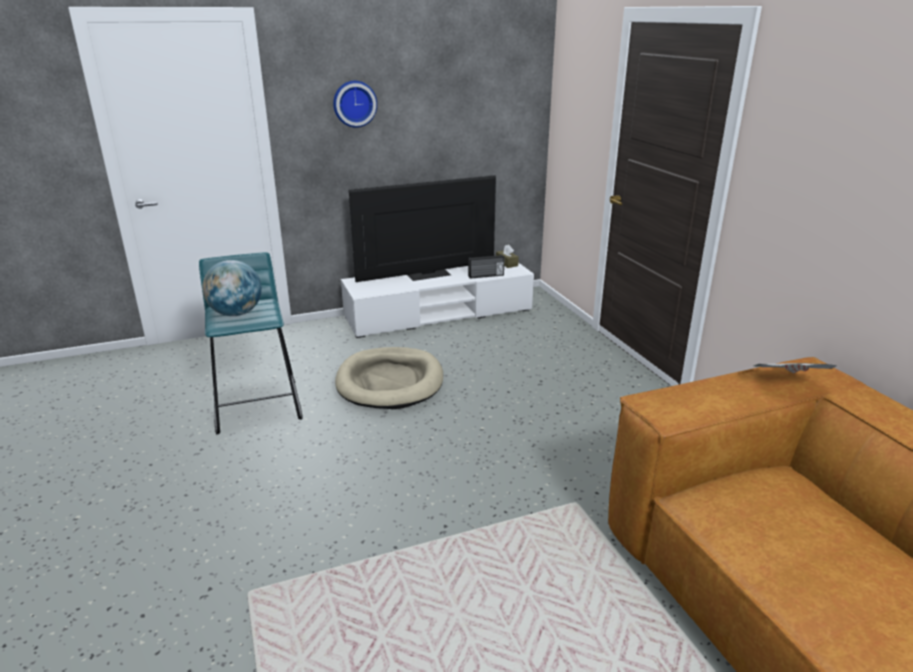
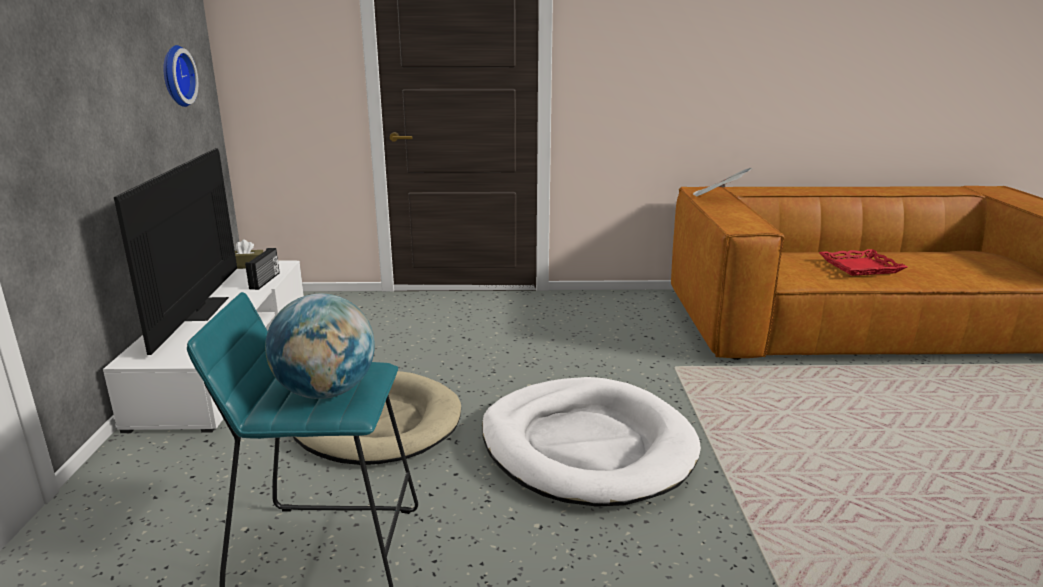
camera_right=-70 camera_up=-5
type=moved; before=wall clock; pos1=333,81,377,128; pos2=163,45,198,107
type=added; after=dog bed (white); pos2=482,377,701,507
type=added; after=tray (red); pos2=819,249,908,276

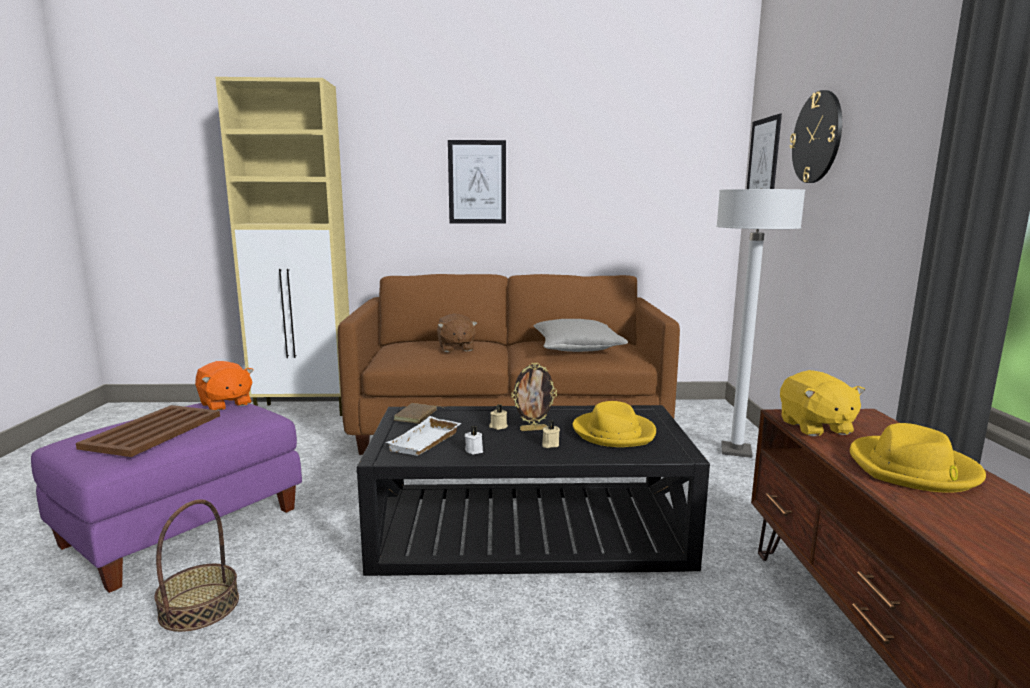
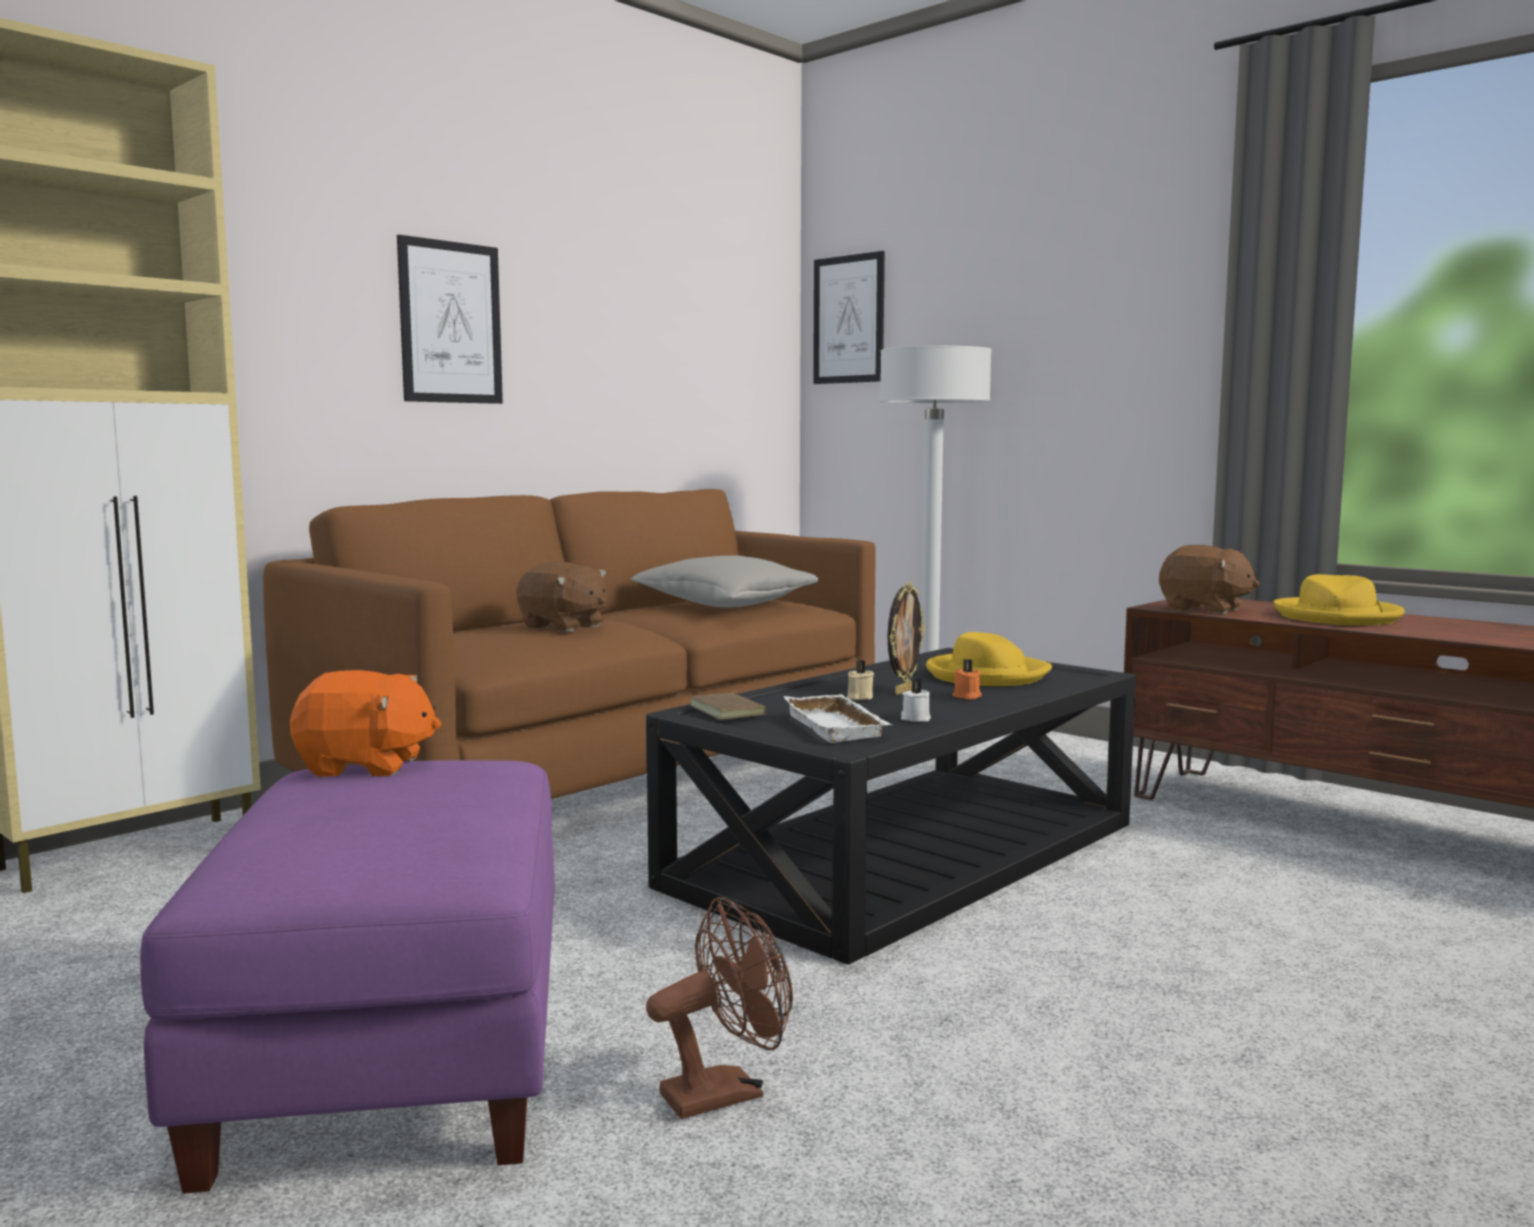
camera_right=-45 camera_up=-5
type=replaced; before=basket; after=fan (brown); pos1=154,499,239,632; pos2=646,897,793,1119
type=recoloured; before=candle (beige); after=candle (orange); pos1=542,421,560,448; pos2=953,659,982,700
type=recoloured; before=plush toy (yellow); after=plush toy (brown); pos1=780,370,865,437; pos2=1159,545,1260,614
type=removed; before=tray (brown); pos1=76,405,220,457
type=removed; before=wall clock; pos1=790,90,842,183

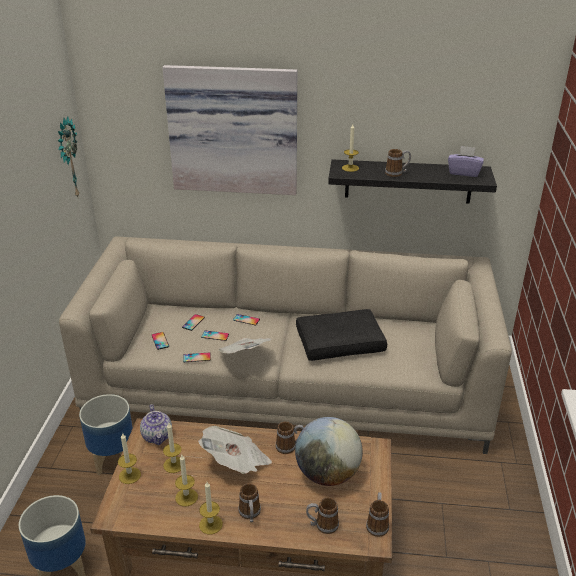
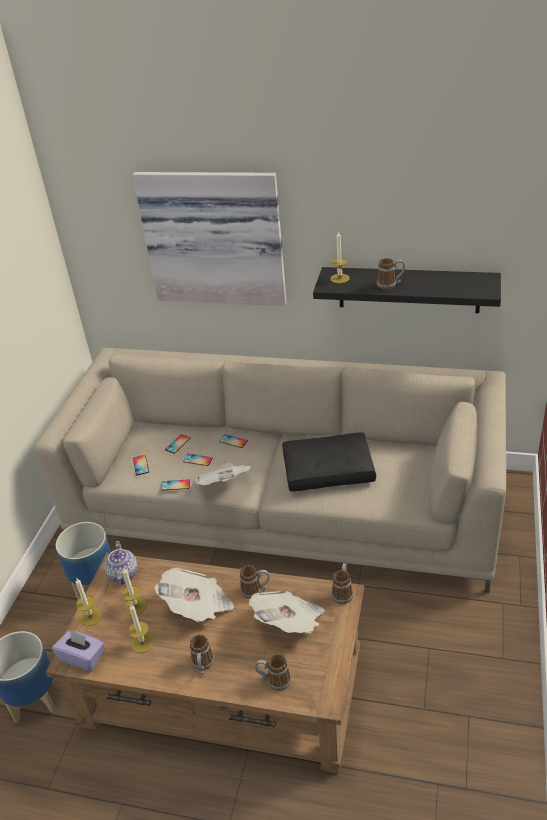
camera_right=10 camera_up=5
type=moved; before=tissue box (purple); pos1=448,146,484,177; pos2=52,630,105,672
type=replaced; before=globe; after=newspaper; pos1=295,417,363,486; pos2=249,591,324,633
type=moved; before=mug; pos1=366,492,389,537; pos2=332,563,353,604
type=removed; before=wall clock; pos1=58,116,80,197
type=removed; before=candle; pos1=199,482,223,535

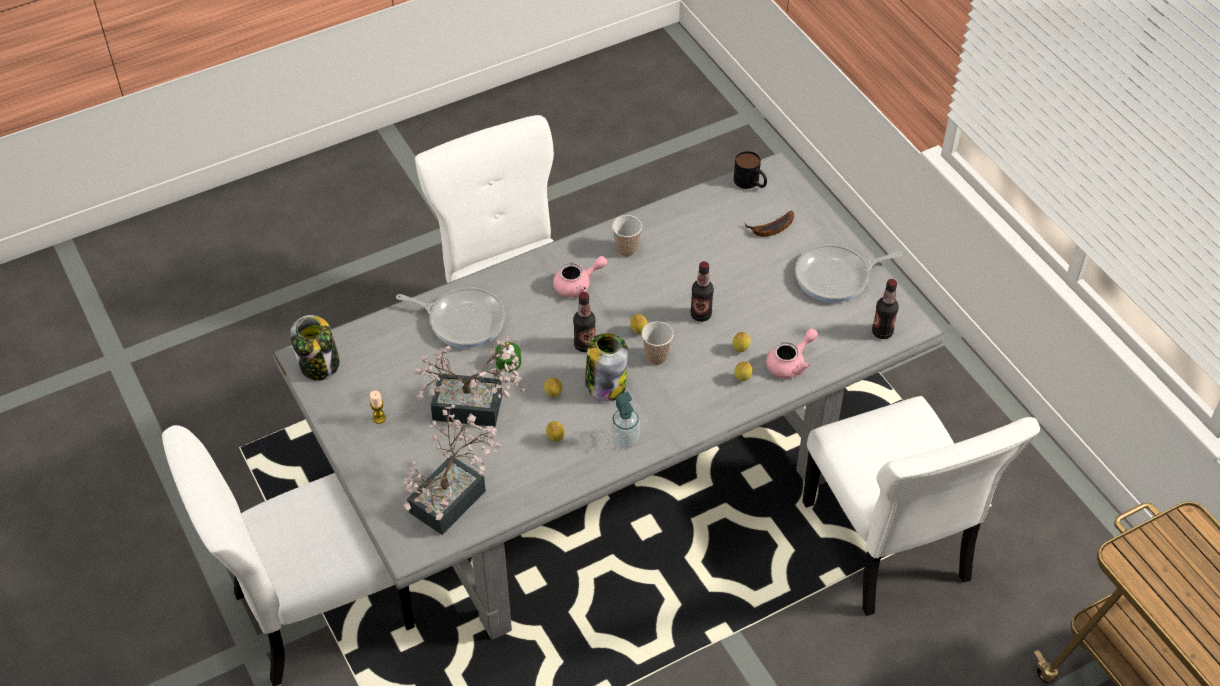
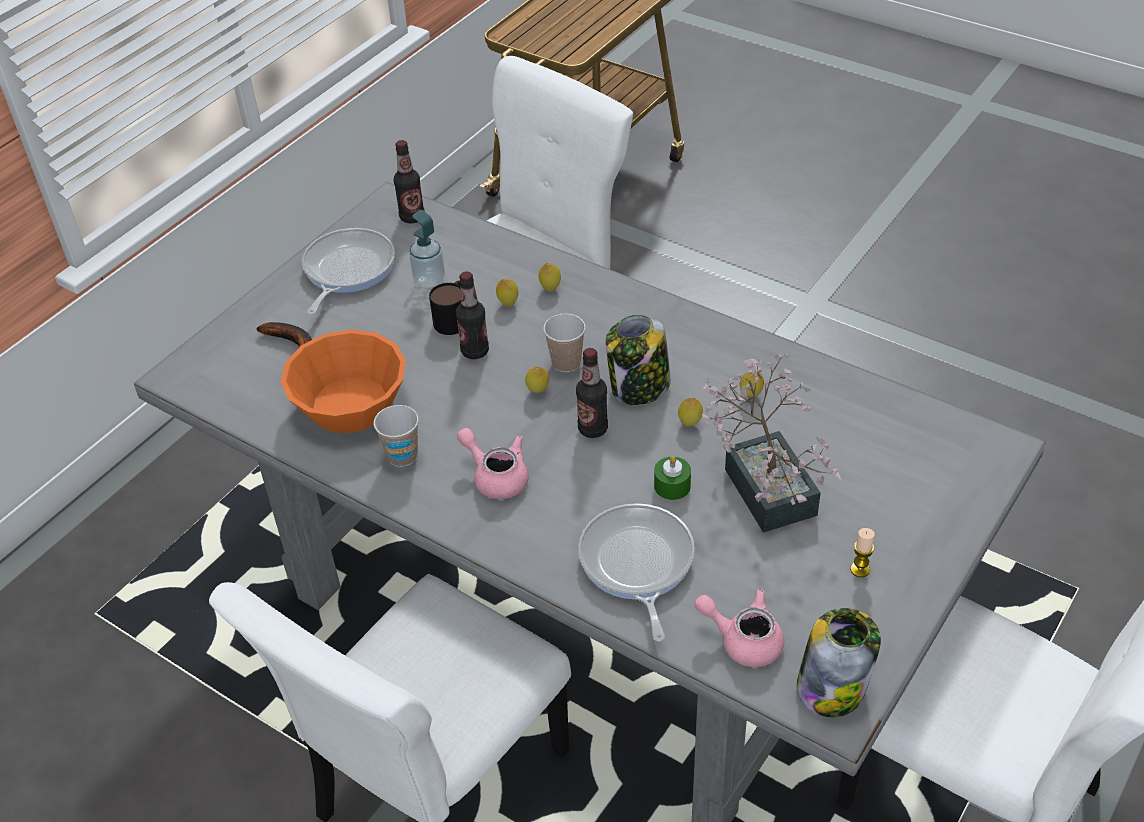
camera_right=-115 camera_up=-5
type=added; after=bowl (orange); pos2=280,329,406,433
type=turned; before=frying pan; pos1=795,244,902,302; pos2=302,228,395,315; turn=-120
type=moved; before=soap dispenser; pos1=612,391,640,448; pos2=409,210,445,288
type=moved; before=mug; pos1=734,151,767,189; pos2=429,281,461,335
type=moved; before=teapot (pink); pos1=766,328,818,378; pos2=695,589,784,667
type=removed; before=potted plant; pos1=403,404,502,535

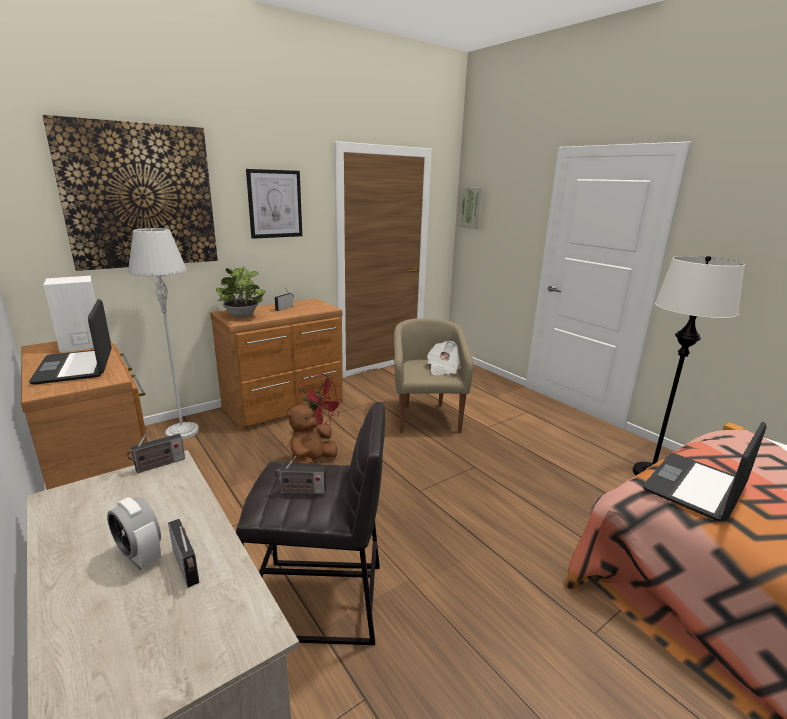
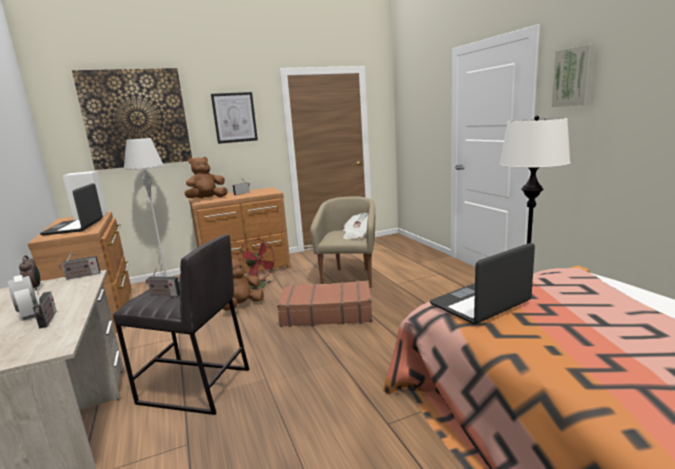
camera_right=15 camera_up=-5
type=added; after=alarm clock; pos2=19,255,40,290
type=replaced; before=potted plant; after=plush toy (brown); pos1=216,266,266,318; pos2=184,157,228,198
type=added; after=suitcase (brown); pos2=277,280,372,327
type=moved; before=picture; pos1=460,187,484,229; pos2=552,44,594,107

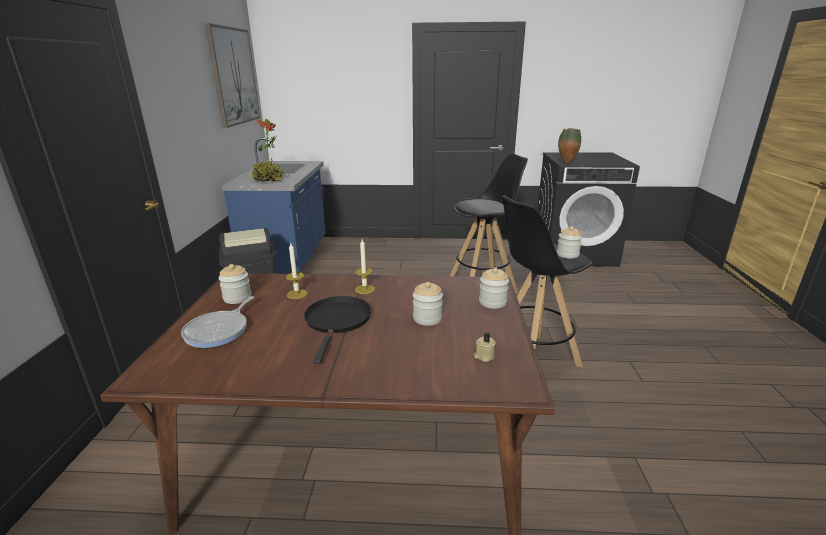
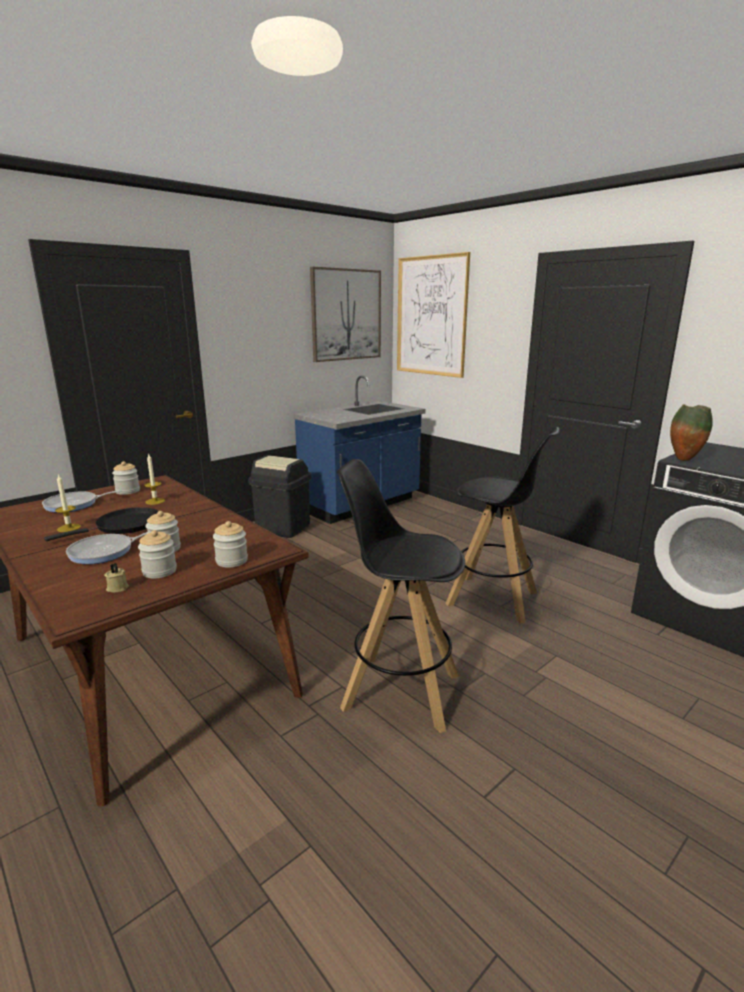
camera_right=45 camera_up=-5
type=moved; before=candle; pos1=355,239,375,294; pos2=55,474,81,532
type=added; after=frying pan; pos2=66,532,147,564
type=moved; before=jar; pos1=557,226,582,259; pos2=138,530,177,579
type=added; after=picture; pos2=397,252,470,378
type=removed; before=potted plant; pos1=251,118,284,182

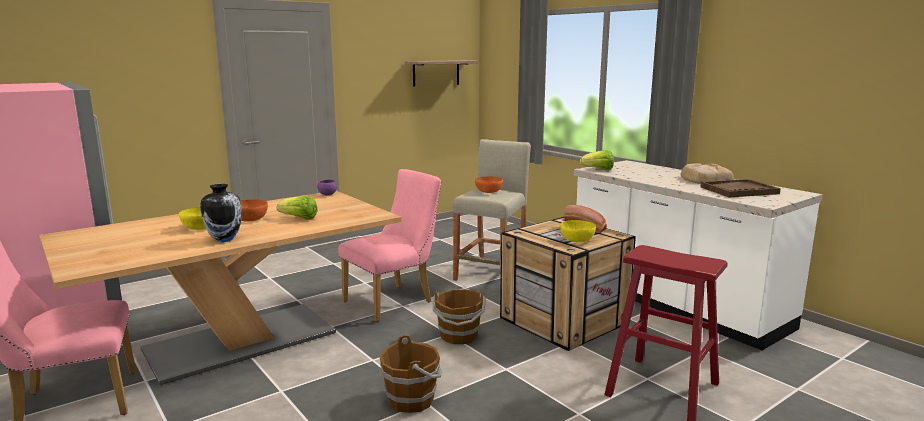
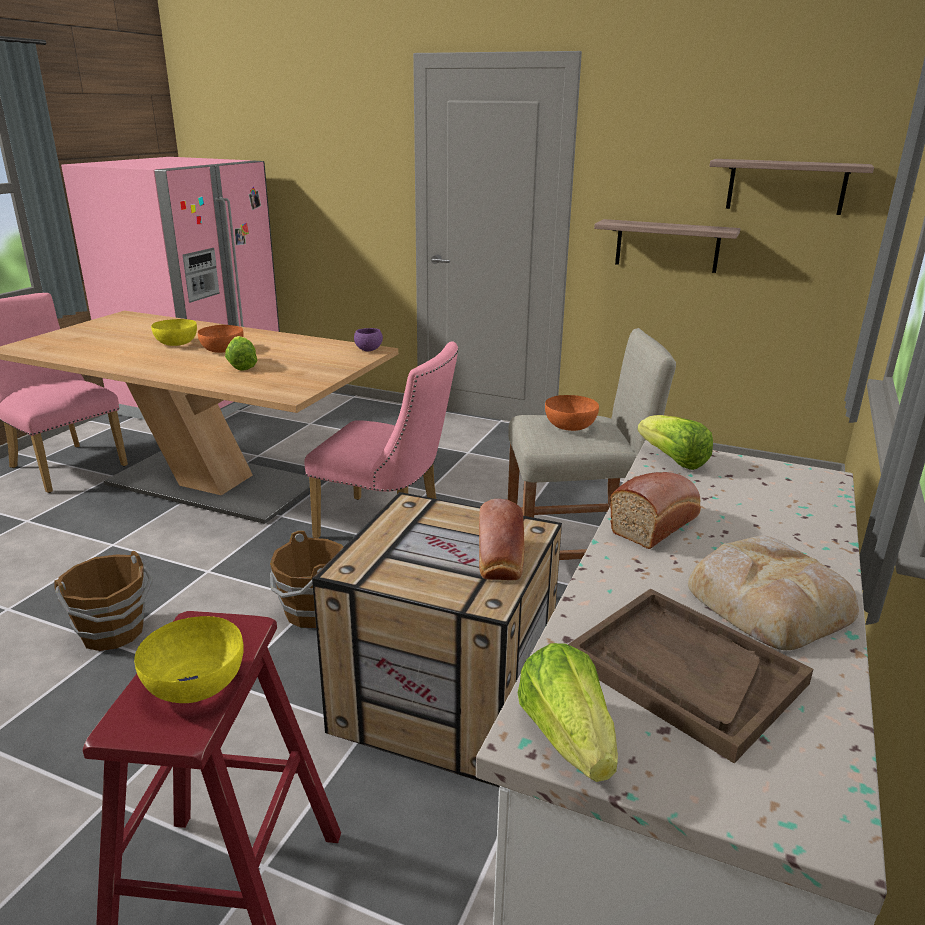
camera_right=60 camera_up=10
type=moved; before=bowl (yellow); pos1=560,220,596,242; pos2=134,616,244,703
type=added; after=lettuce; pos2=518,643,618,782
type=added; after=shelf; pos2=594,219,740,273
type=added; after=bread; pos2=610,472,701,549
type=removed; before=vase; pos1=200,184,242,242

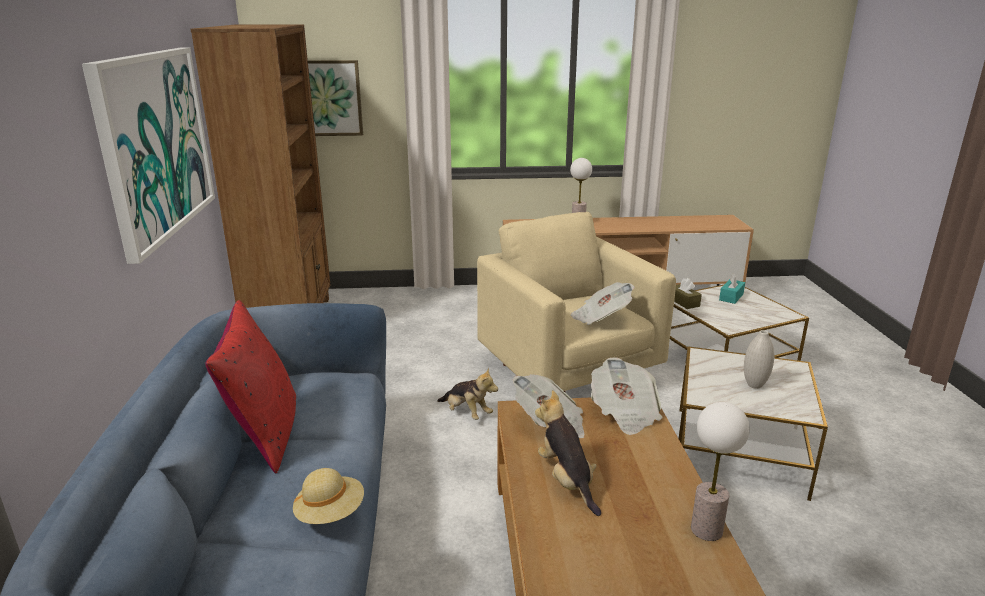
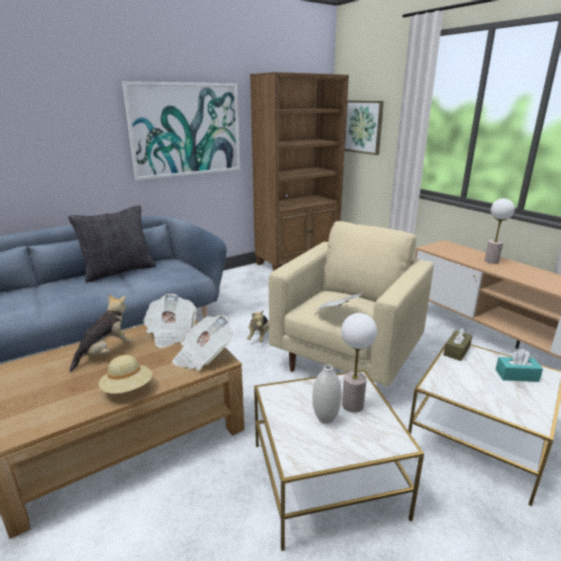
camera_right=60 camera_up=0
type=recoloured; before=pillow (red); after=pillow (black); pos1=205,300,296,474; pos2=68,205,156,283
type=moved; before=hat (beige); pos1=293,468,364,524; pos2=99,355,152,394
type=moved; before=table lamp; pos1=691,402,750,541; pos2=341,313,377,413

